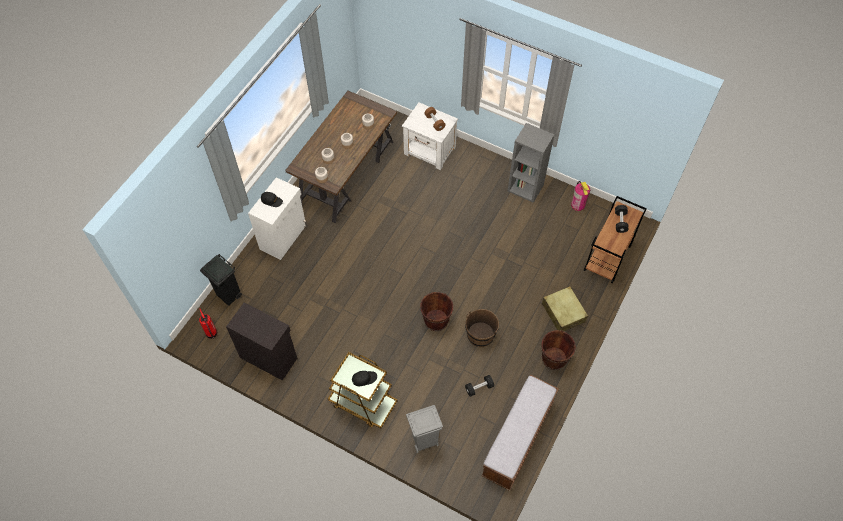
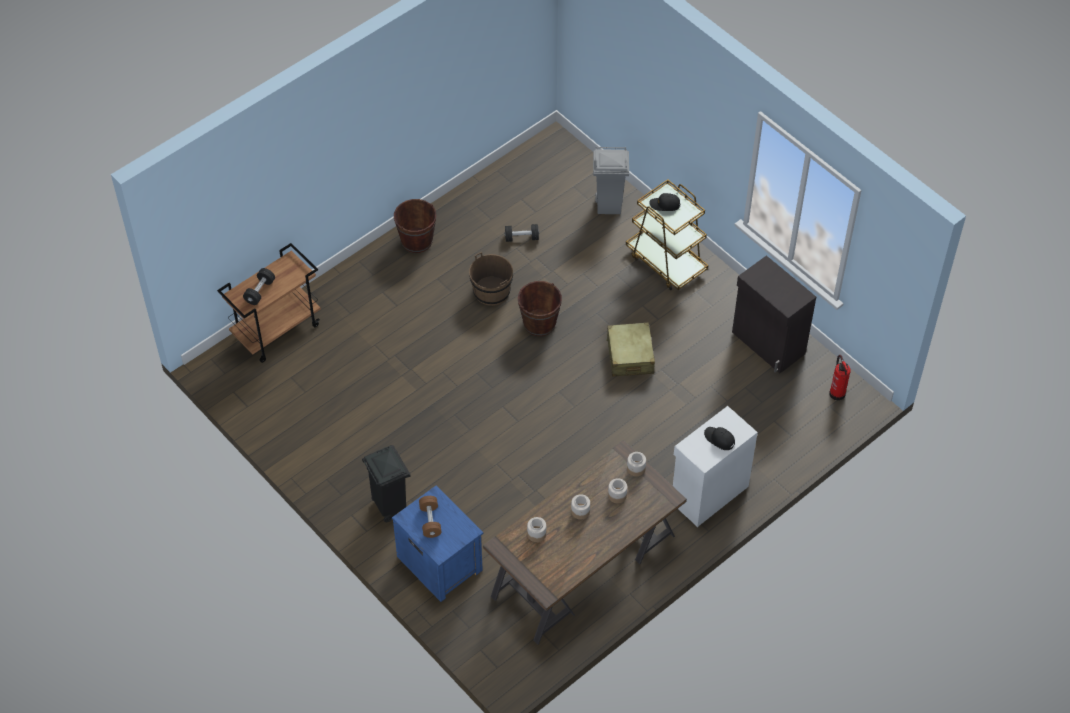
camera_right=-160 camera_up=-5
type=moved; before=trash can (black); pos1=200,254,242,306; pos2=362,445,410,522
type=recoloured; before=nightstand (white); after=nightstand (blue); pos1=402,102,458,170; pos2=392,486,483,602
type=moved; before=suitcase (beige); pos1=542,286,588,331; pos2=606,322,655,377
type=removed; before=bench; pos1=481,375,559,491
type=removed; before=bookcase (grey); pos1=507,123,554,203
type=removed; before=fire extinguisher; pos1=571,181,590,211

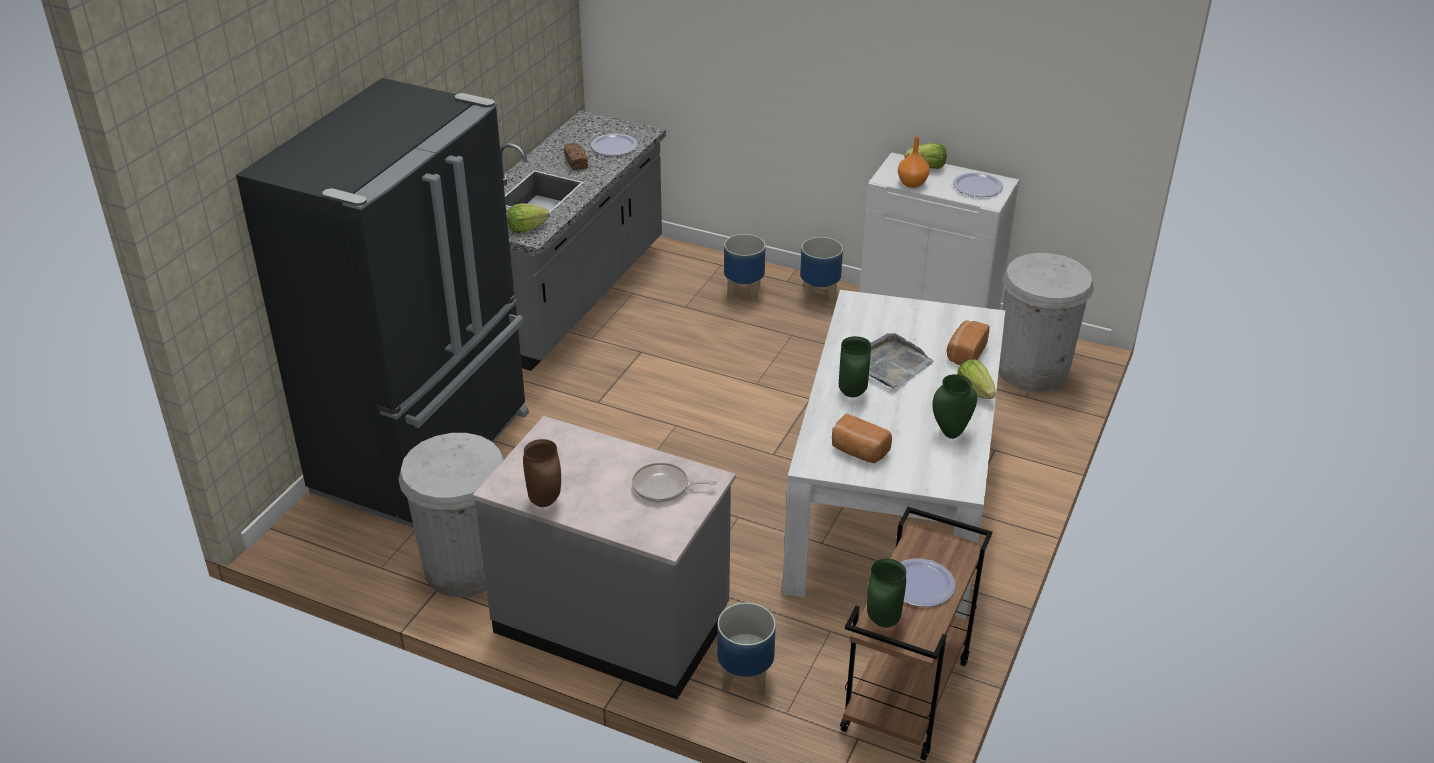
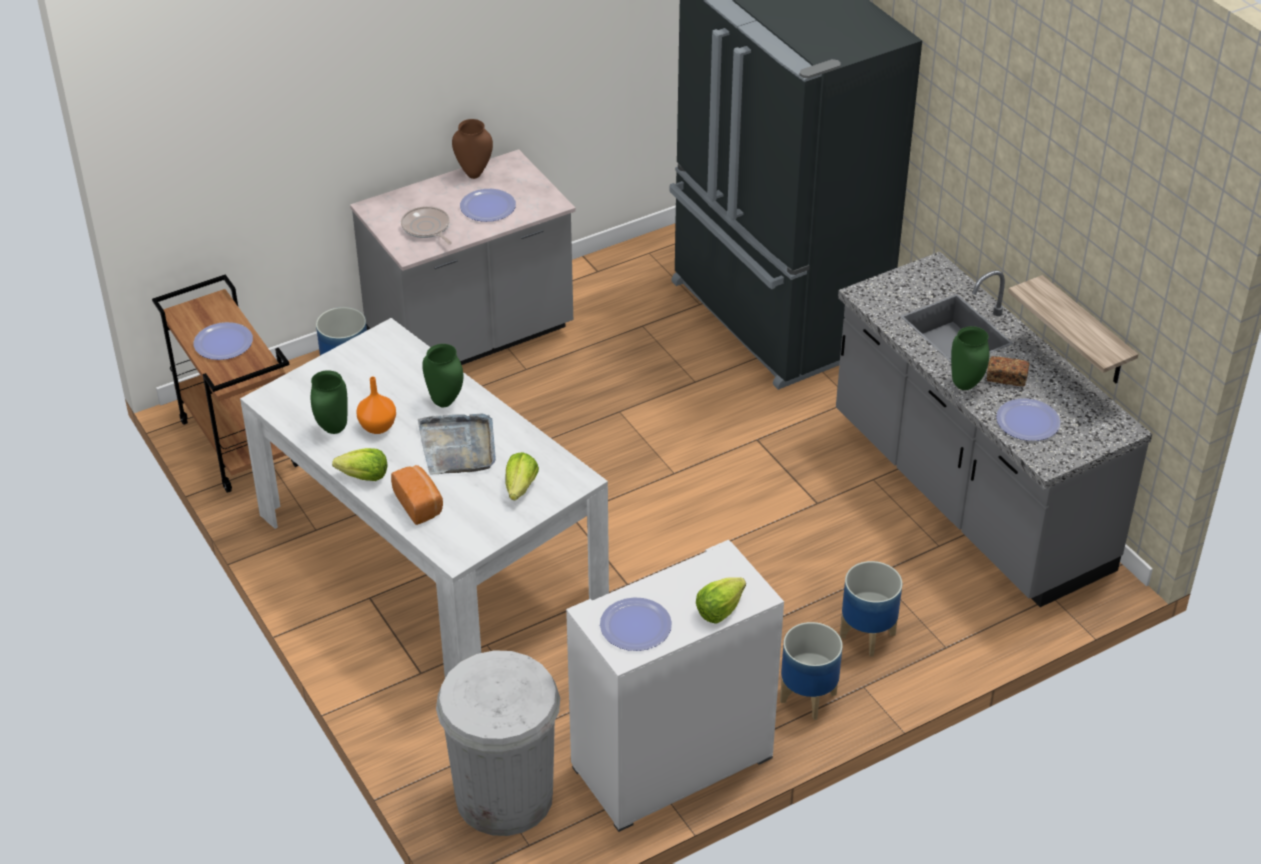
camera_right=125 camera_up=5
type=moved; before=vase (orange); pos1=898,137,930,188; pos2=356,377,396,434
type=turned; before=frying pan; pos1=632,462,717,502; pos2=401,206,452,244; turn=-75
type=added; after=plate; pos2=460,189,516,222
type=moved; before=lettuce; pos1=507,203,549,233; pos2=505,452,539,500
type=moved; before=vase (green); pos1=867,558,906,628; pos2=951,326,989,390
type=added; after=shelf; pos2=1008,275,1138,383
type=removed; before=trash can (white); pos1=398,433,505,597
type=removed; before=bread; pos1=832,414,892,463

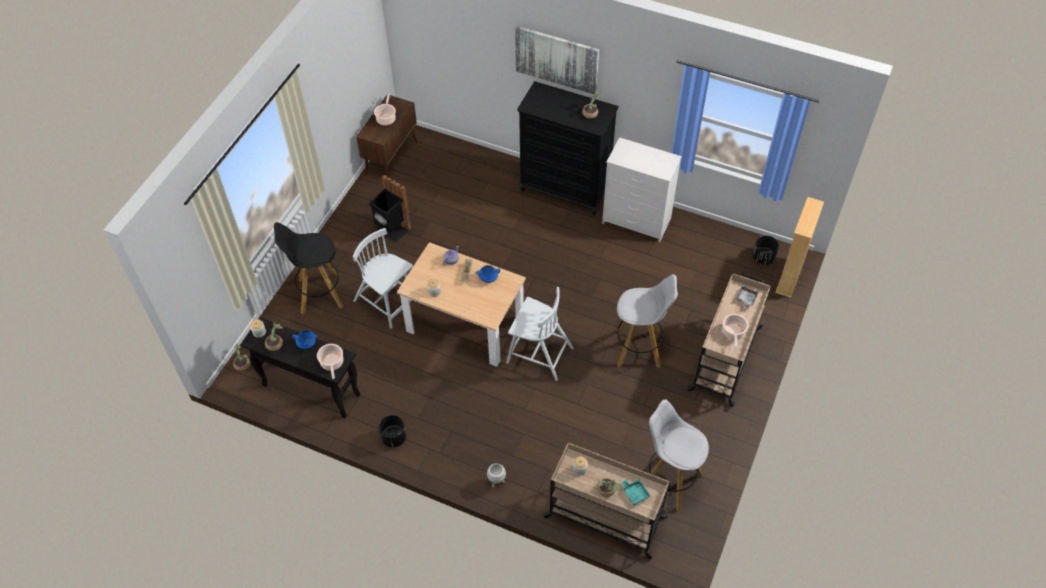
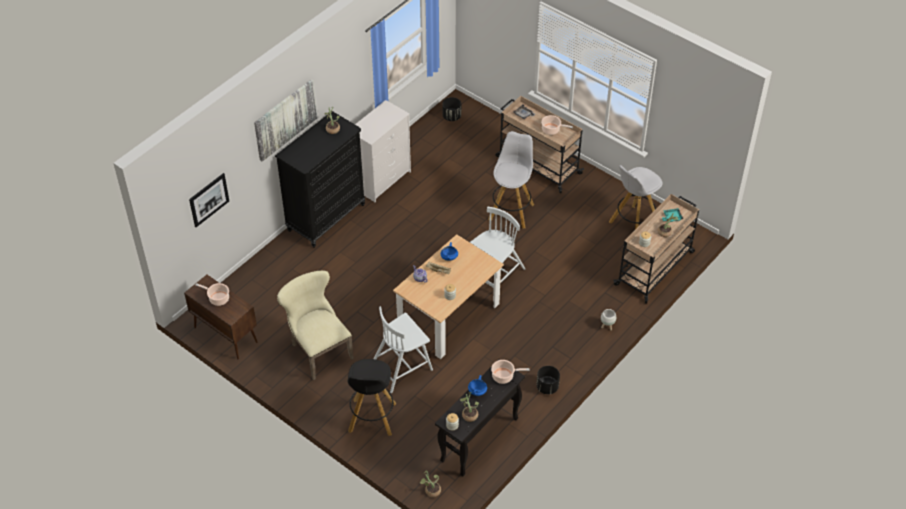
camera_right=-75 camera_up=-5
type=added; after=picture; pos2=189,173,229,227
type=replaced; before=trash can (black); after=chair (beige); pos1=369,175,411,243; pos2=277,270,354,380
type=removed; before=bookcase (beige); pos1=775,197,824,298

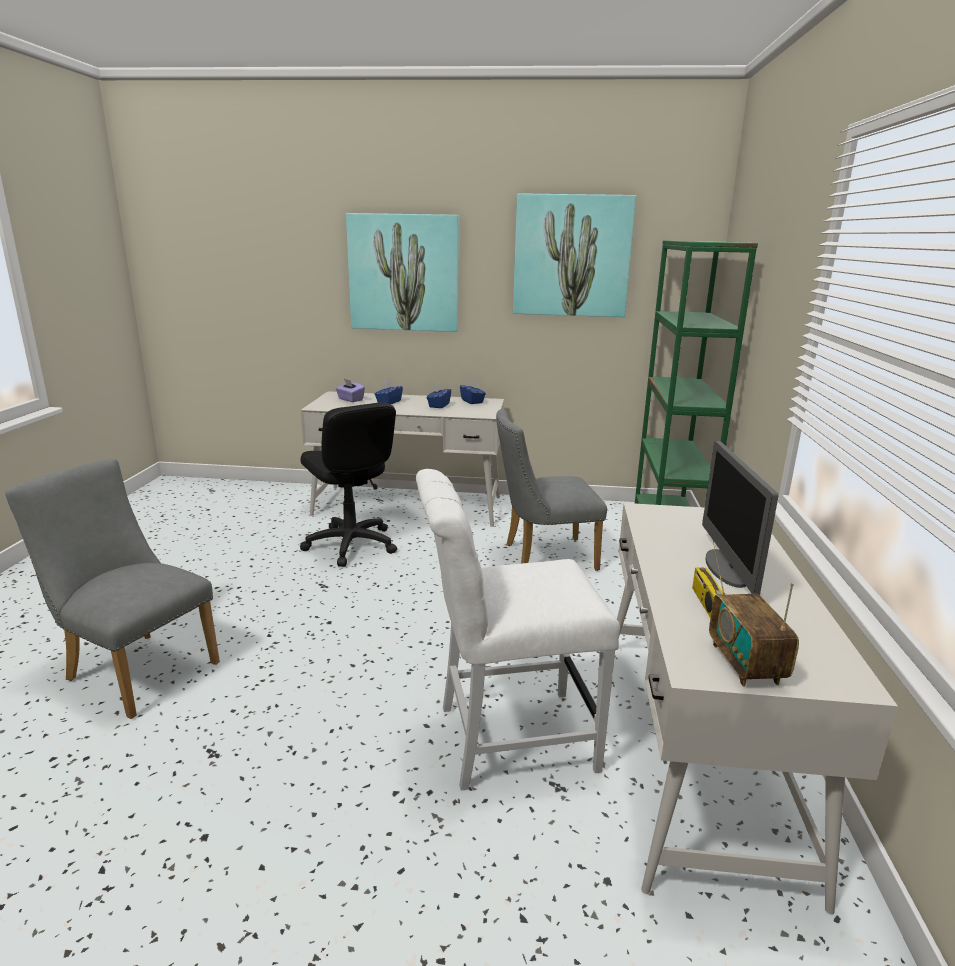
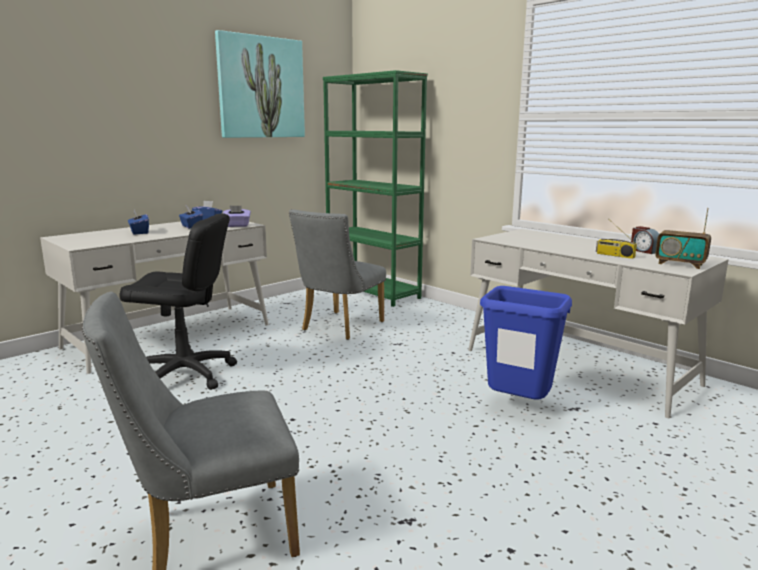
camera_right=-50 camera_up=-5
type=moved; before=tissue box (purple); pos1=336,379,365,402; pos2=223,206,251,227
type=replaced; before=chair (white); after=trash can (blue); pos1=416,469,620,791; pos2=480,286,572,400
type=added; after=alarm clock; pos2=631,226,660,254
type=removed; before=picture; pos1=346,213,459,332
type=removed; before=monitor; pos1=702,441,779,595

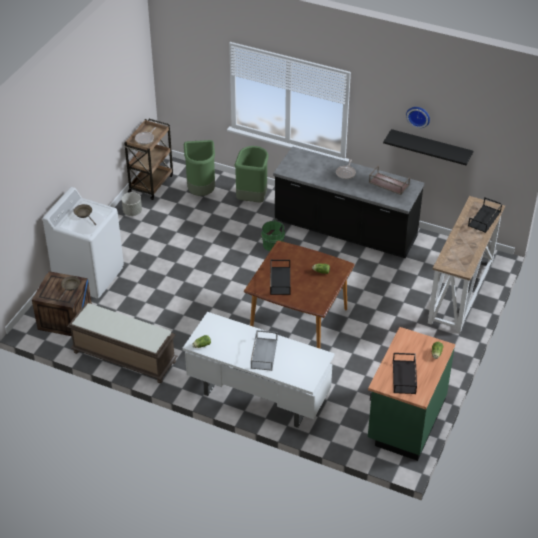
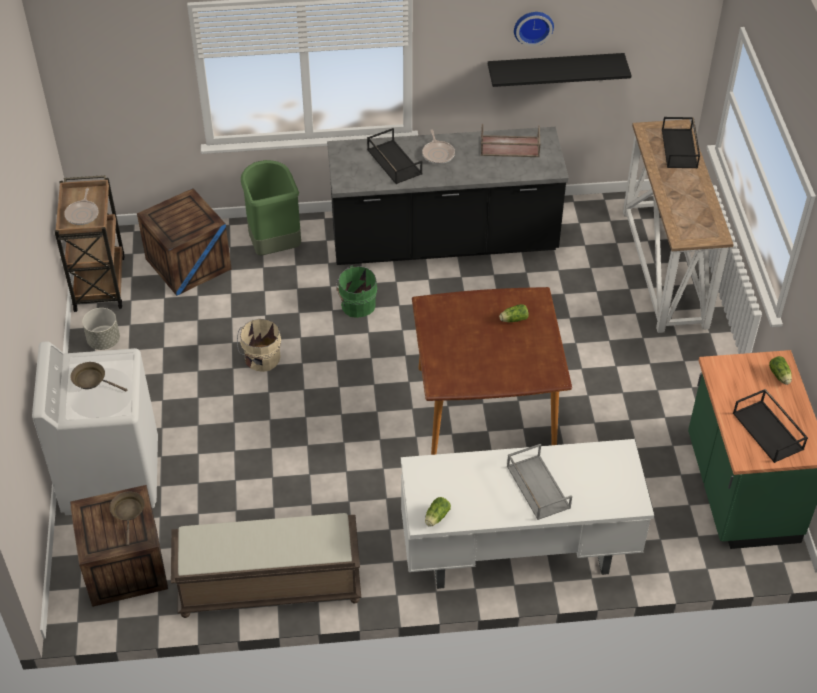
camera_right=-30 camera_up=5
type=replaced; before=trash can (green); after=crate; pos1=184,140,215,196; pos2=137,188,232,296
type=added; after=bucket (beige); pos2=237,319,281,372
type=moved; before=tray (black); pos1=270,259,291,295; pos2=367,128,422,184

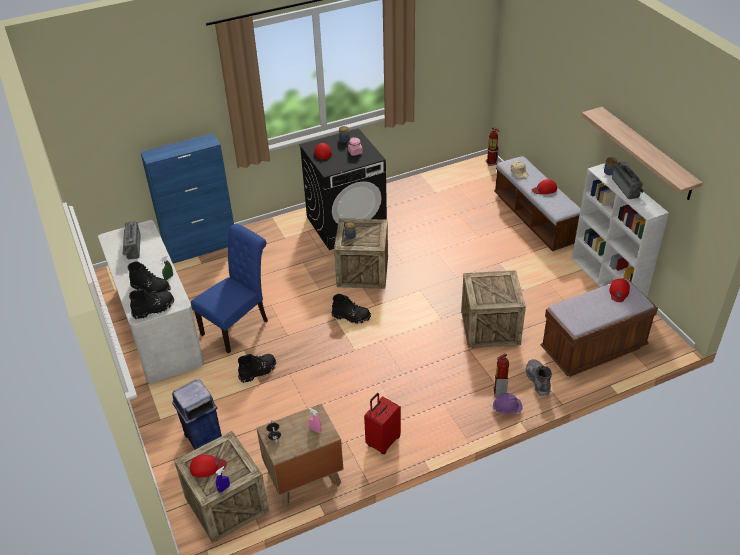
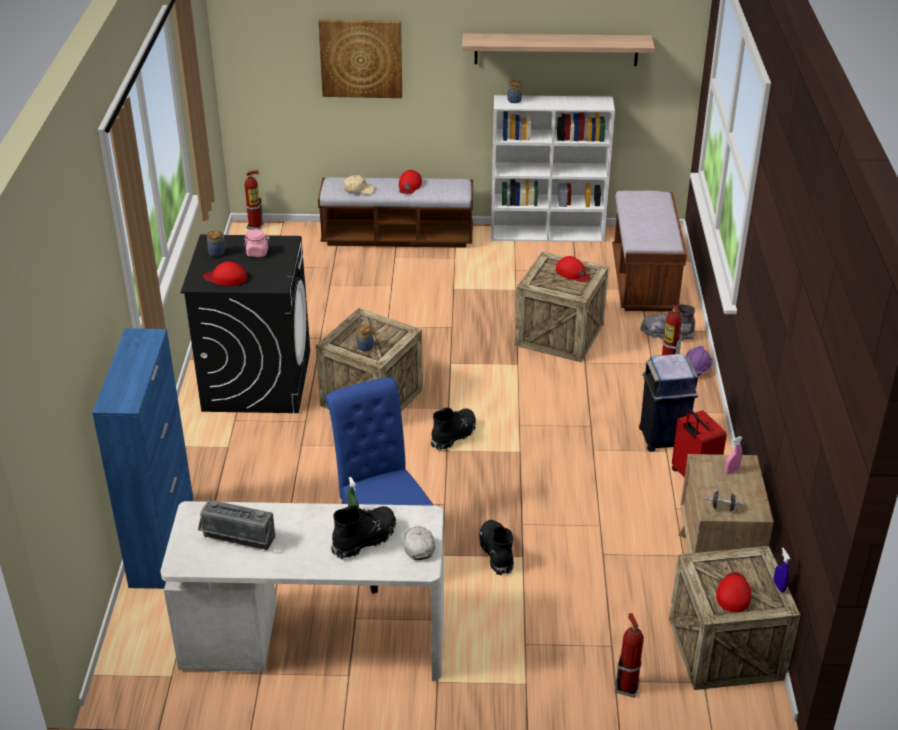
camera_right=-65 camera_up=-5
type=added; after=picture; pos2=318,19,402,98
type=replaced; before=boot (black); after=cap (white); pos1=129,289,174,319; pos2=404,526,436,560
type=moved; before=cap (red); pos1=609,278,630,302; pos2=556,256,591,282
type=added; after=fire extinguisher; pos2=615,613,644,698
type=moved; before=trash can (blue); pos1=172,379,222,450; pos2=639,354,698,452
type=removed; before=radio; pos1=612,162,644,199

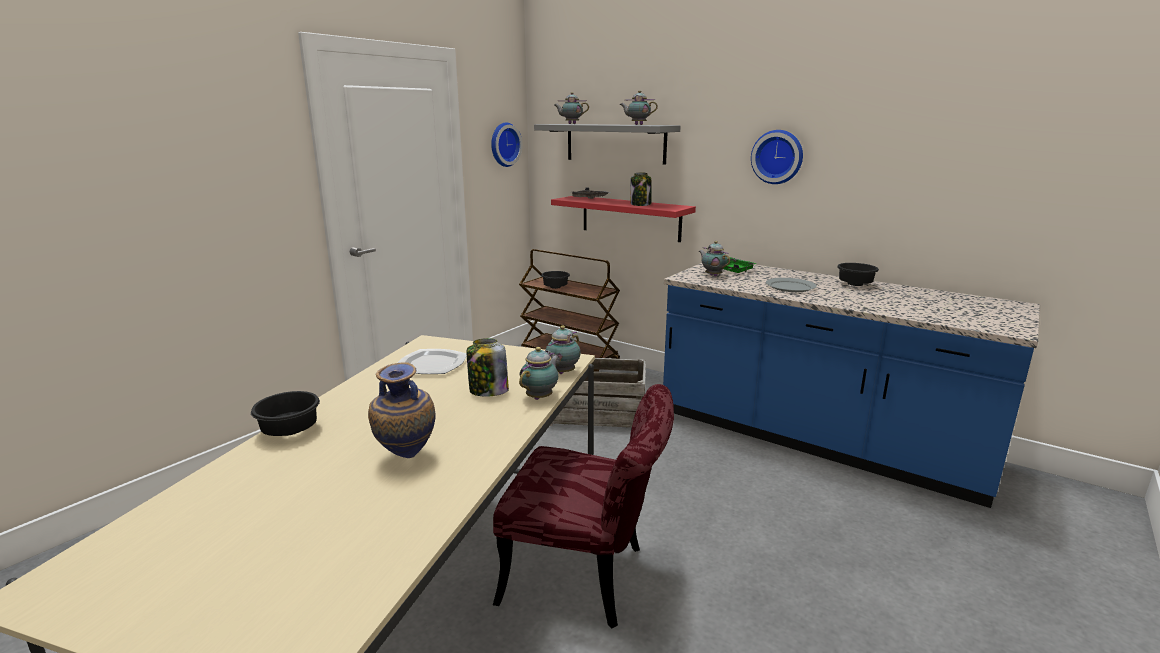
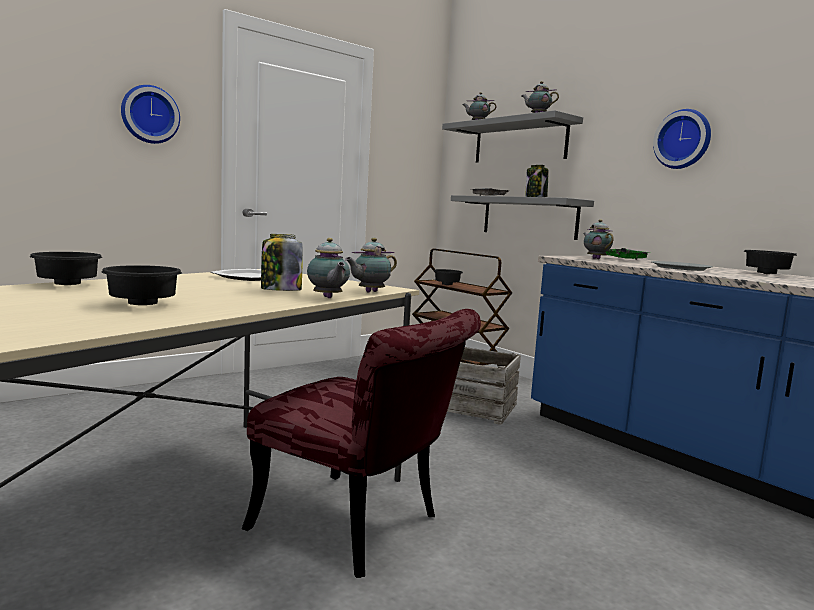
camera_right=15 camera_up=-10
type=replaced; before=vase; after=bowl (black); pos1=368,362,436,458; pos2=101,265,182,305
type=moved; before=wall clock; pos1=491,122,522,167; pos2=121,85,180,144
type=turned; before=teapot; pos1=519,347,559,400; pos2=307,238,350,298; turn=105
type=recoloured; before=shelf (red); after=shelf (grey); pos1=551,196,696,242; pos2=451,195,594,240

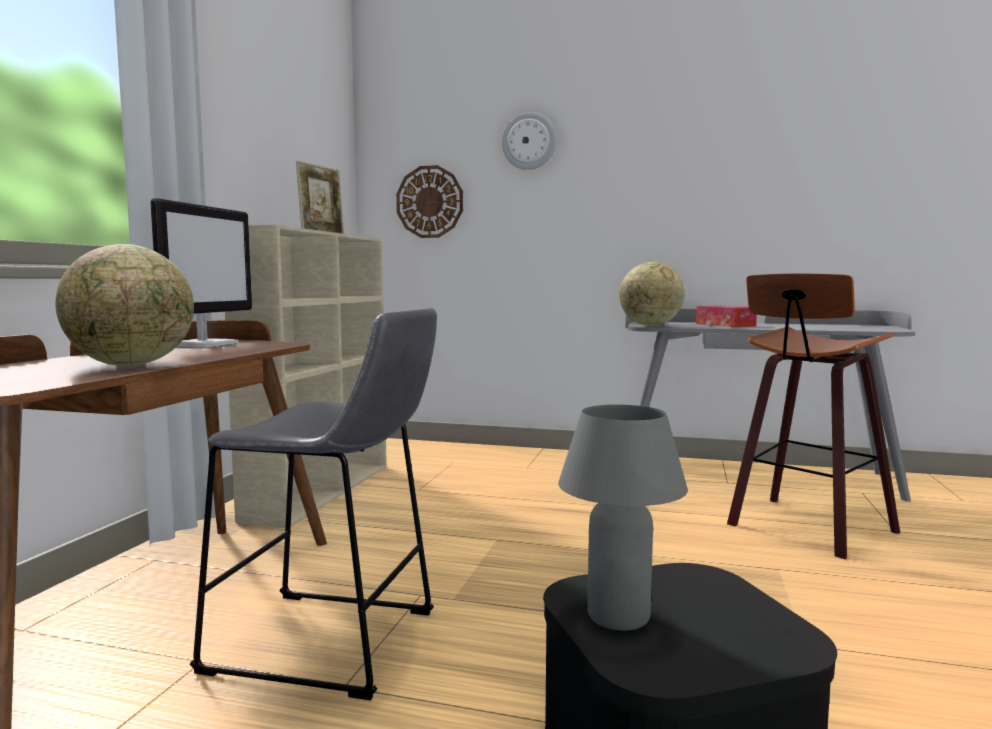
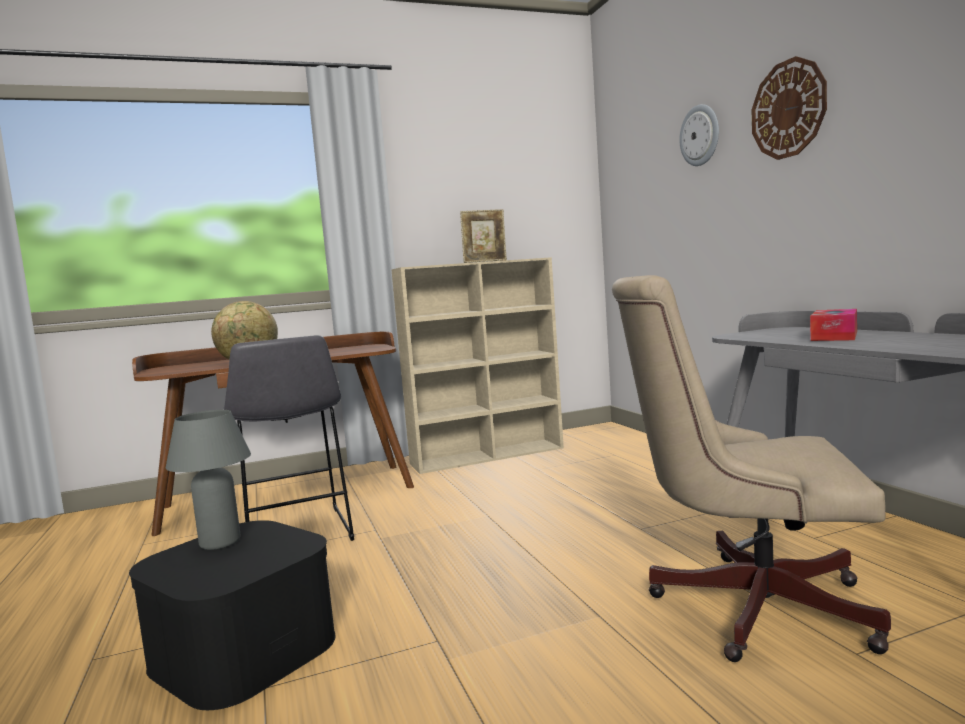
camera_right=55 camera_up=0
type=replaced; before=stool; after=office chair (beige); pos1=727,273,900,559; pos2=612,275,891,662
type=moved; before=wall clock; pos1=396,165,463,238; pos2=752,56,827,160
type=removed; before=monitor; pos1=150,198,252,348
type=removed; before=globe; pos1=619,262,685,326

